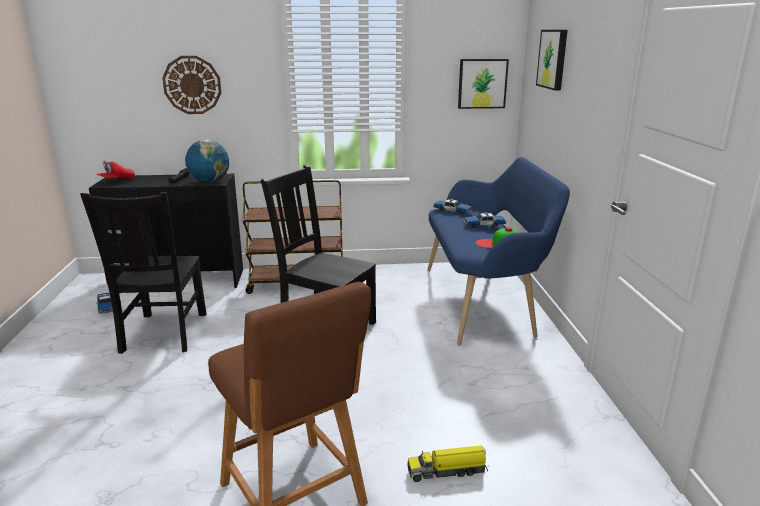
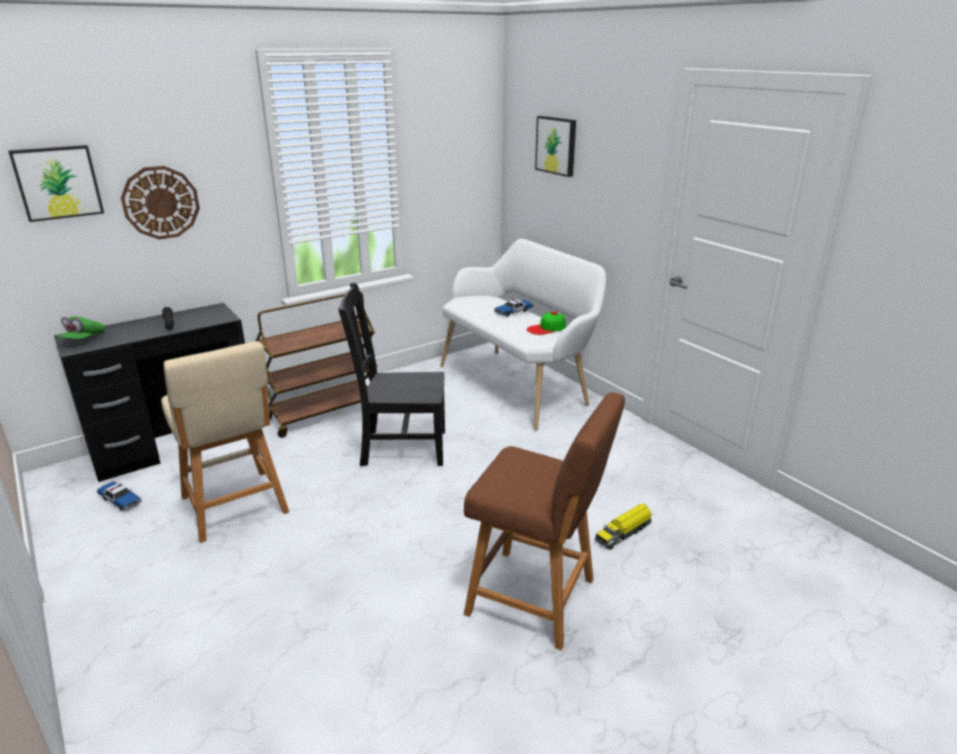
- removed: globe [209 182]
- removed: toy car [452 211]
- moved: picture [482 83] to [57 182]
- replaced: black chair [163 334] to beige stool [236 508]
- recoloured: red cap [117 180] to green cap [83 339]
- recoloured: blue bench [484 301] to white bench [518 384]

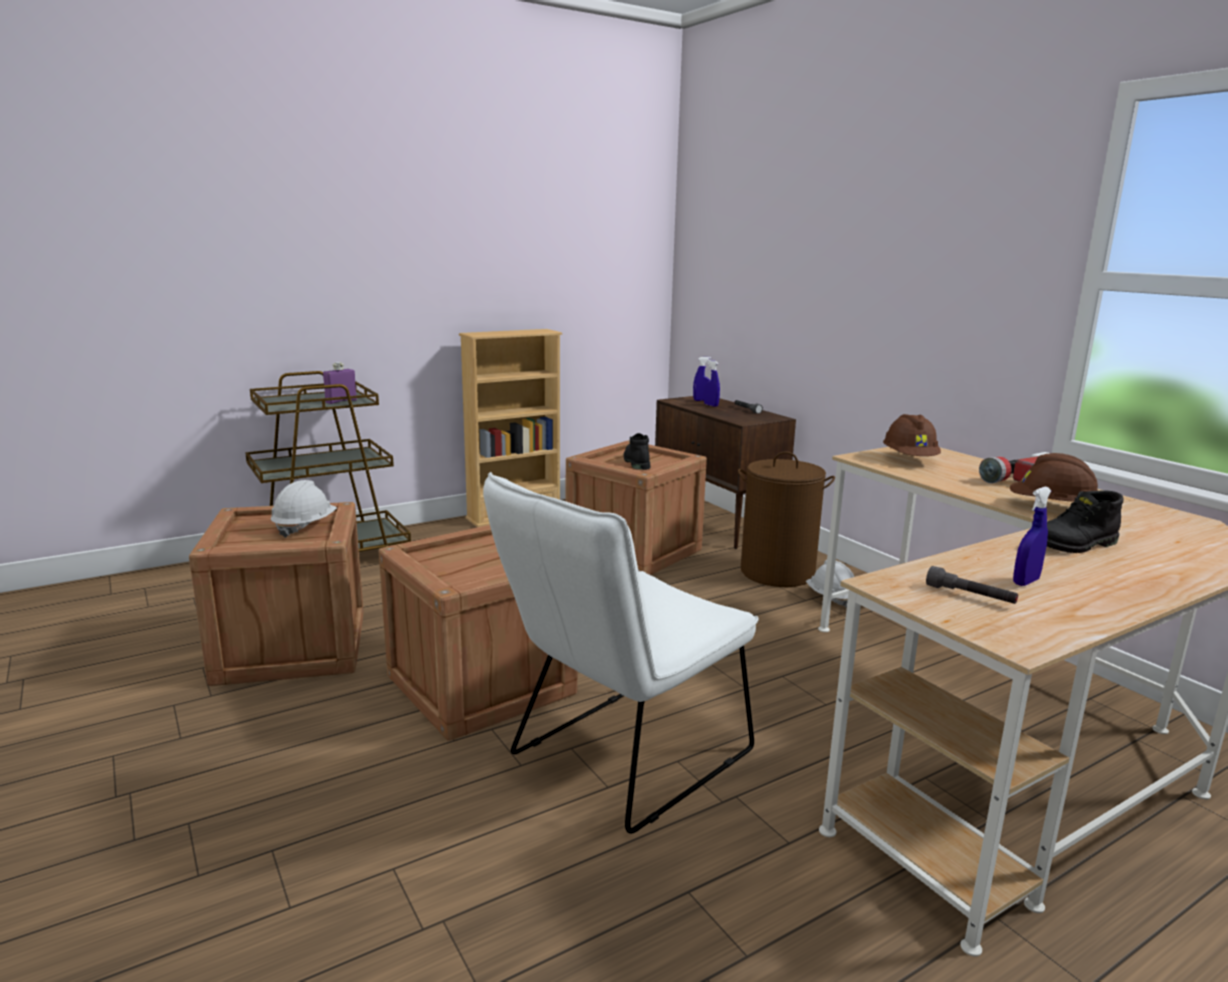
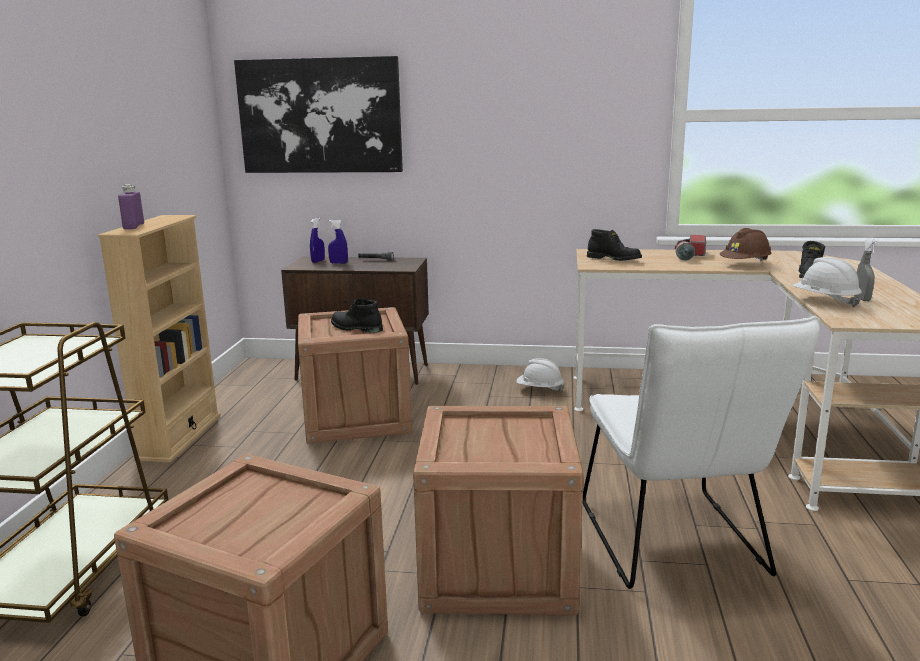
- removed: brown laundry basket [778 572]
- removed: grey flashlight [970 596]
- added: picture [320 116]
- moved: white hard hat [304 527] to [824 301]
- moved: purple bottle [341 401] to [134 226]
- replaced: brown hard hat [909 459] to black boot [614 259]
- recoloured: blue spray bottle [1025 582] to grey spray bottle [862 299]

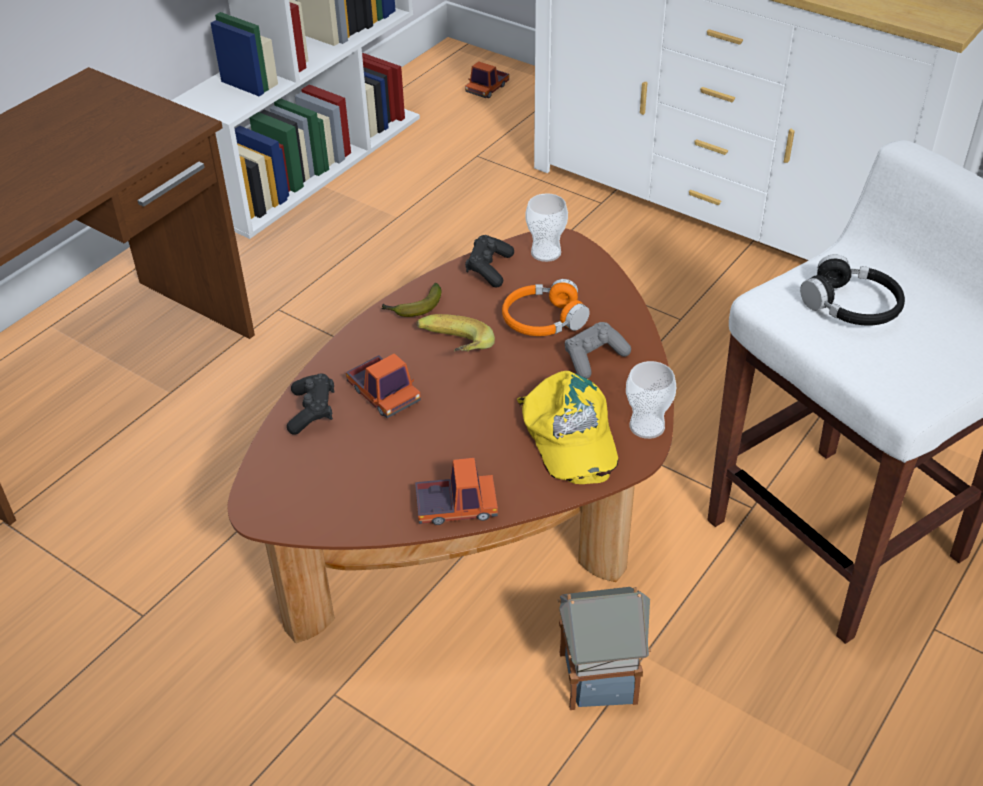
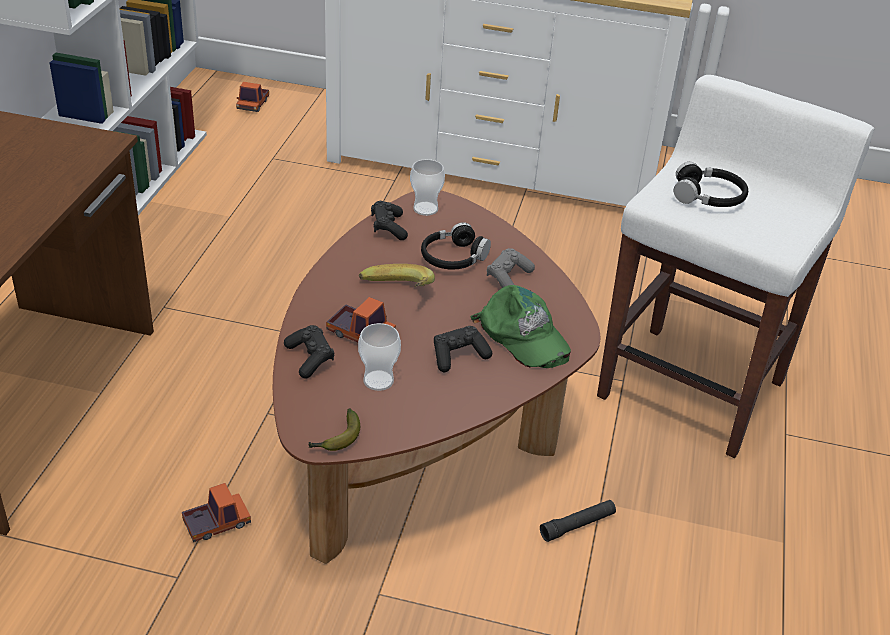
- added: black game controller [458 356]
- moved: banana [413 308] to [337 439]
- moved: toy truck [456 507] to [217 523]
- moved: cup [647 426] to [378 380]
- replaced: toy house [600 676] to black flashlight [577 525]
- recoloured: orange headphones [543 320] to black headphones [453 258]
- recoloured: yellow cap [569 436] to green cap [522 336]

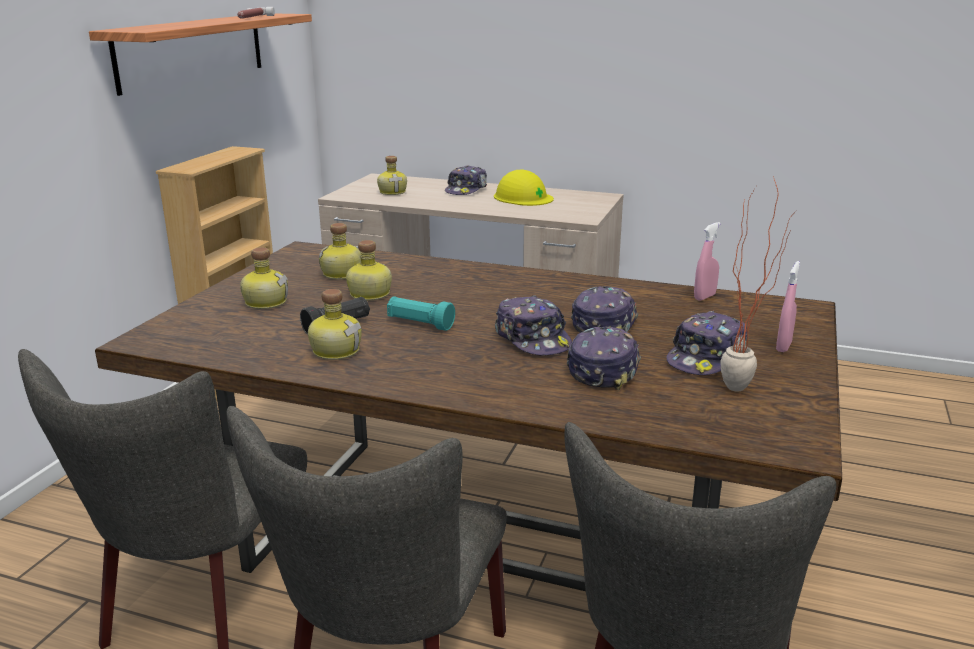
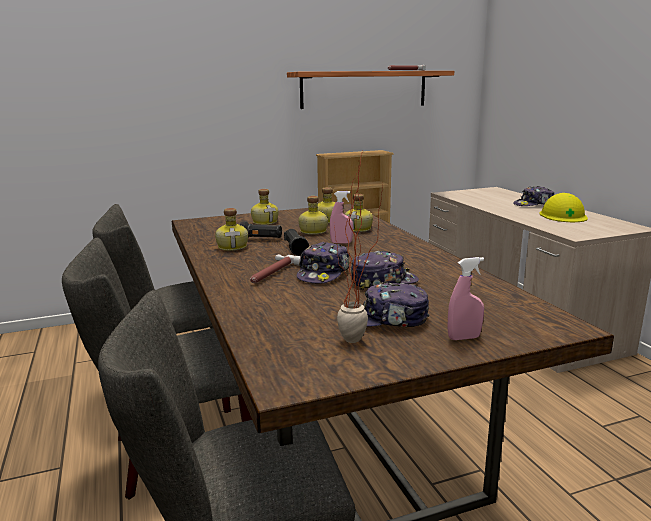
- removed: cap [603 369]
- added: hammer [272 273]
- moved: bottle [393 192] to [359 229]
- moved: pink spray bottle [704 297] to [341 243]
- recoloured: turquoise flashlight [420 324] to black flashlight [295 249]

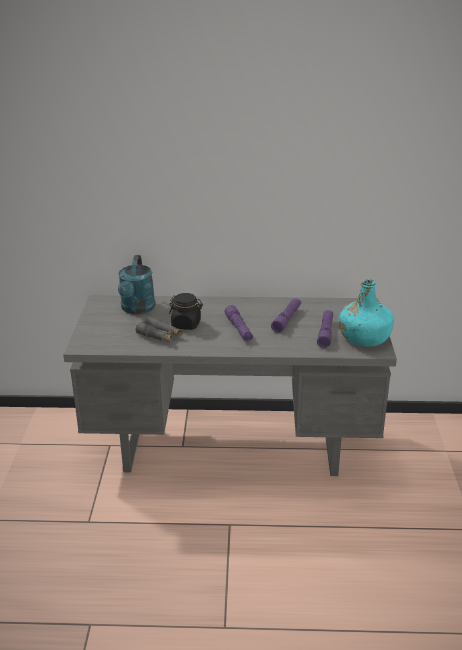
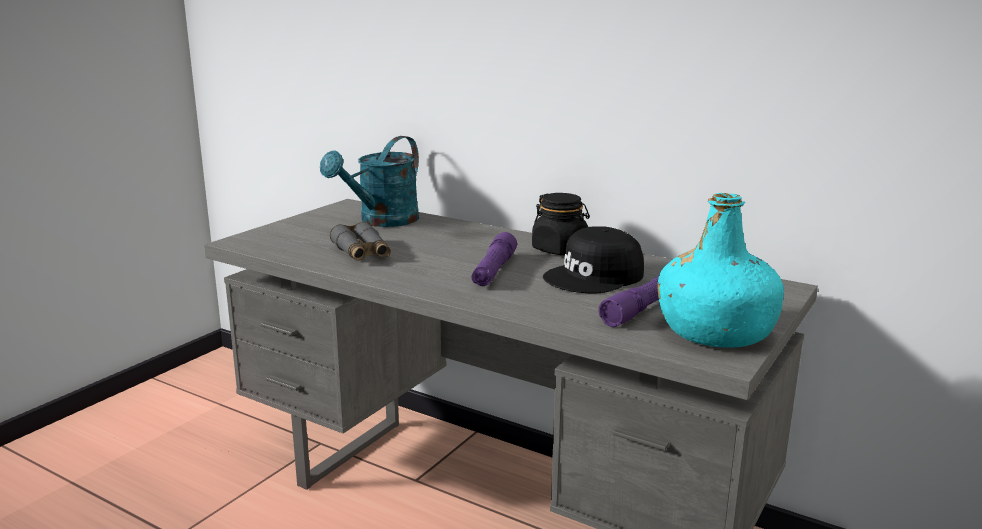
- moved: black jar [186 324] to [560 249]
- replaced: purple flashlight [287 319] to black cap [595 277]

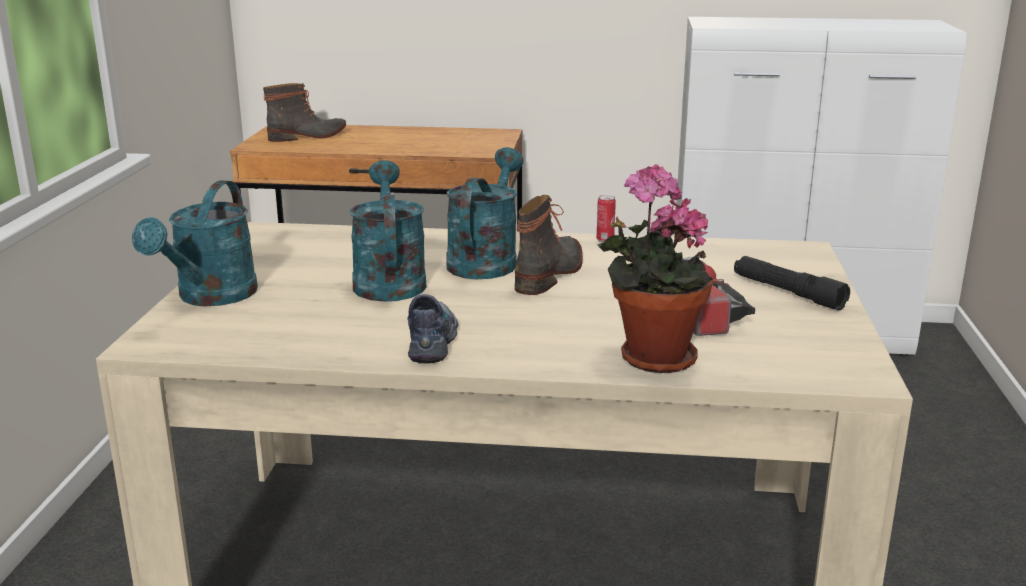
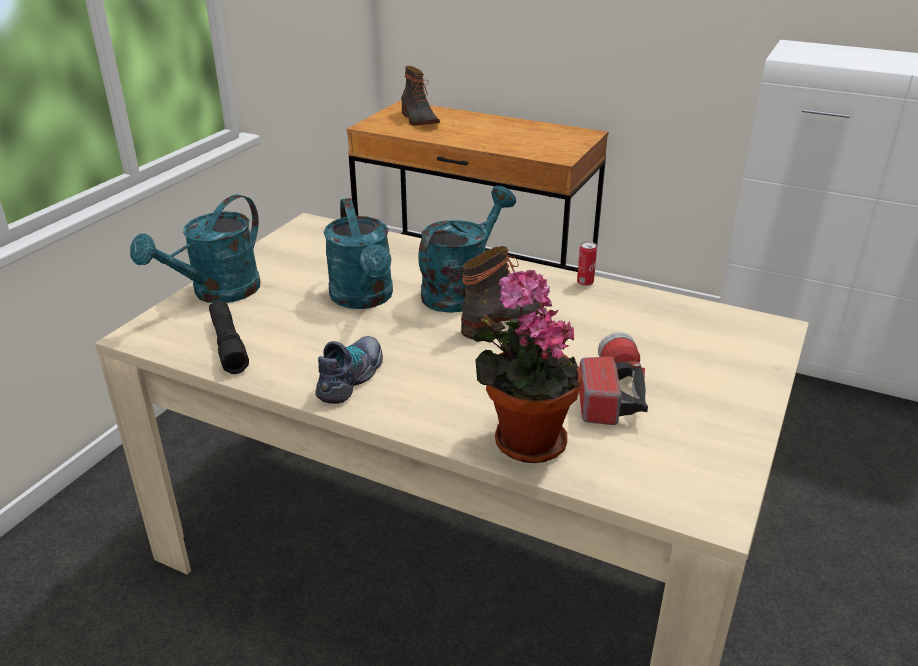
- moved: black flashlight [788 292] to [228 344]
- turned: boot [308 136] = [418 119] 75 degrees clockwise
- turned: turquoise watering can [388 280] = [364 299] 150 degrees clockwise

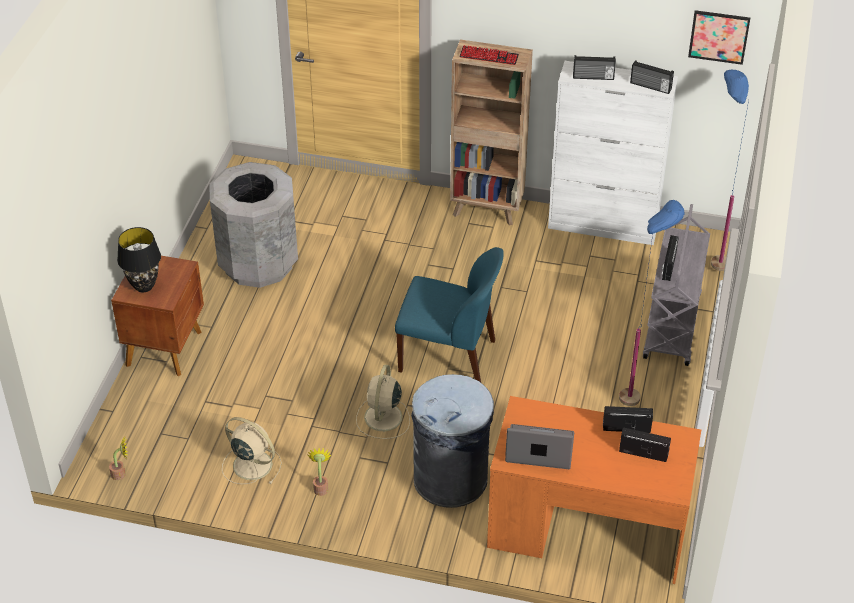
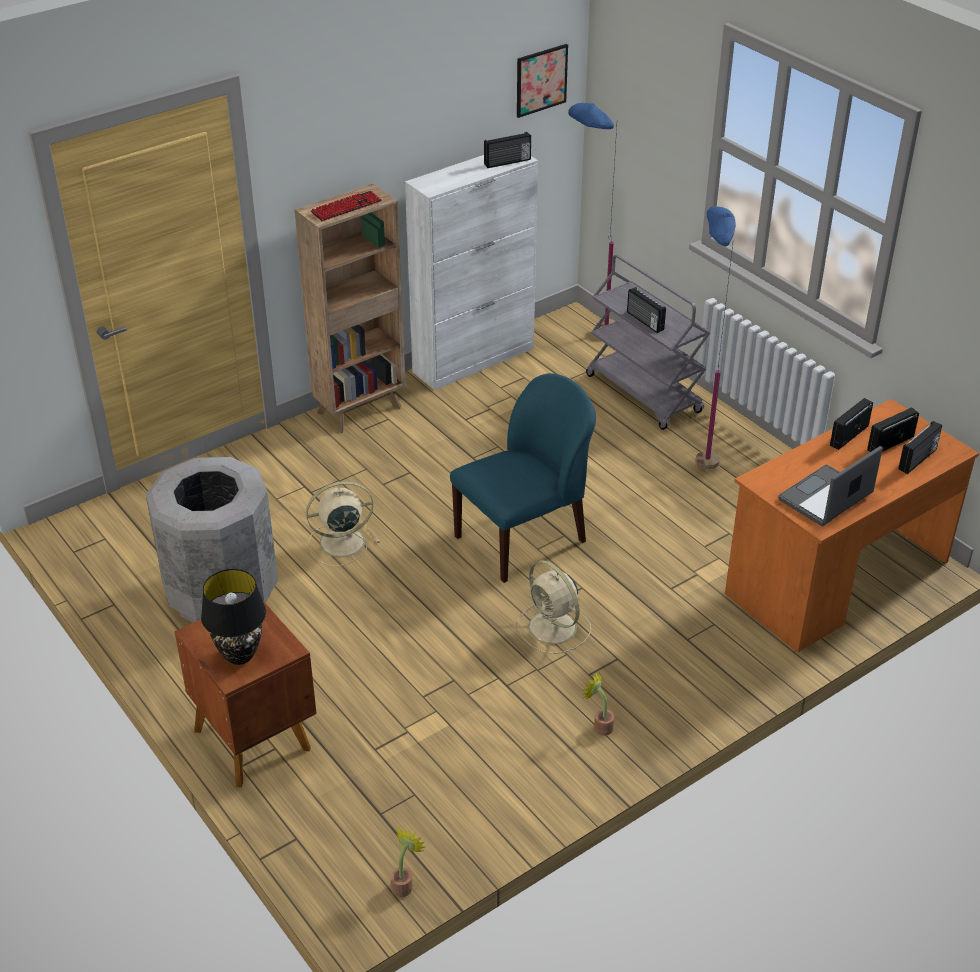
- removed: grey trash can [451 479]
- moved: beige fan [251 464] to [340 543]
- moved: radio [593 77] to [918 460]

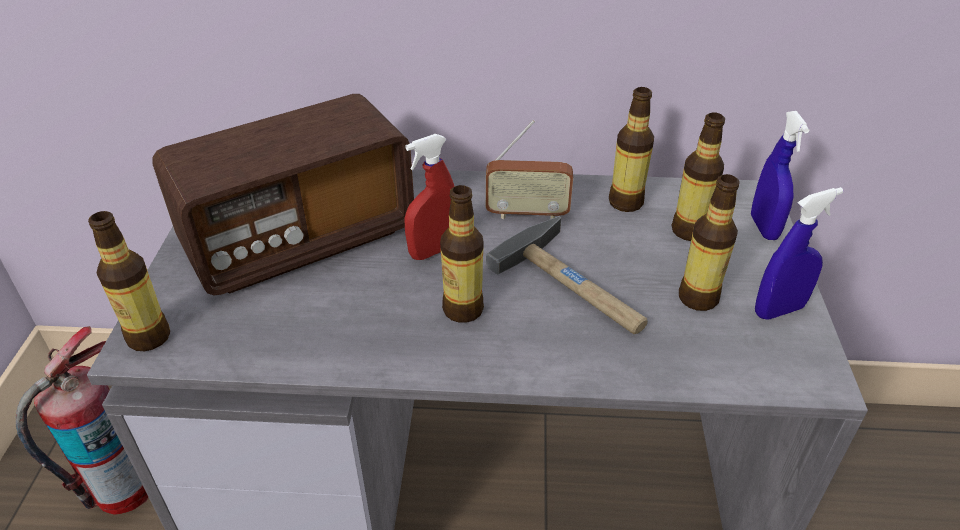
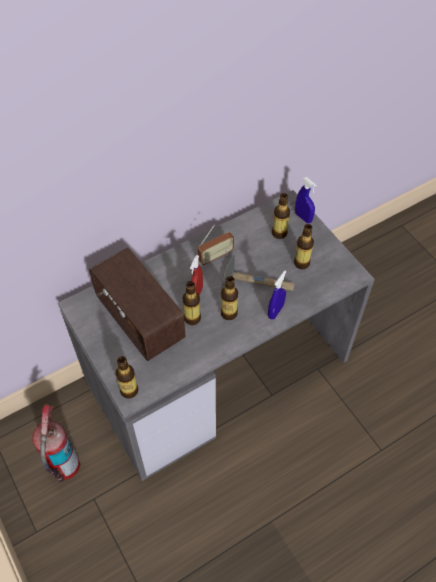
- moved: bottle [625 202] to [192 318]
- moved: blue spray bottle [779 310] to [275 311]
- turned: radio [300 239] = [140 318] 120 degrees clockwise

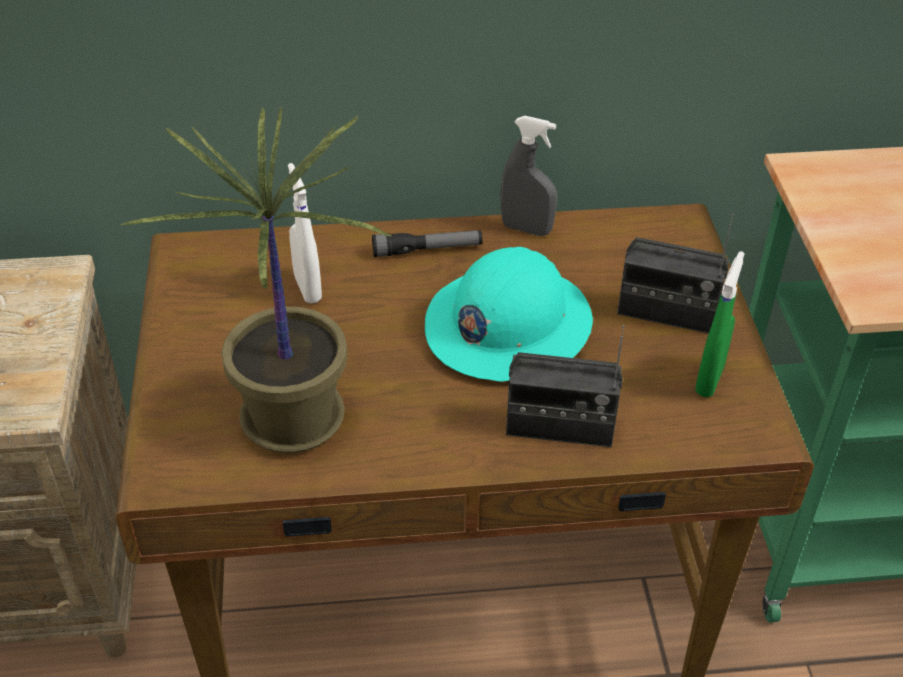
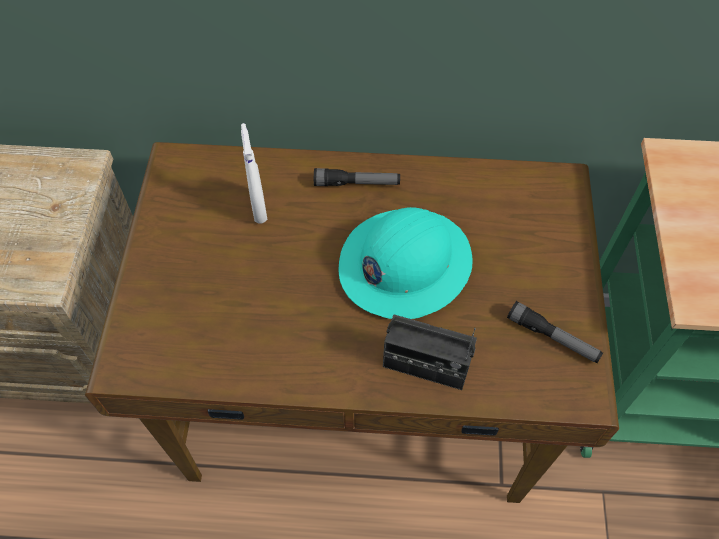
- removed: potted plant [295 423]
- removed: grey spray bottle [526 229]
- removed: radio [667 313]
- replaced: green spray bottle [709 380] to flashlight [553 337]

